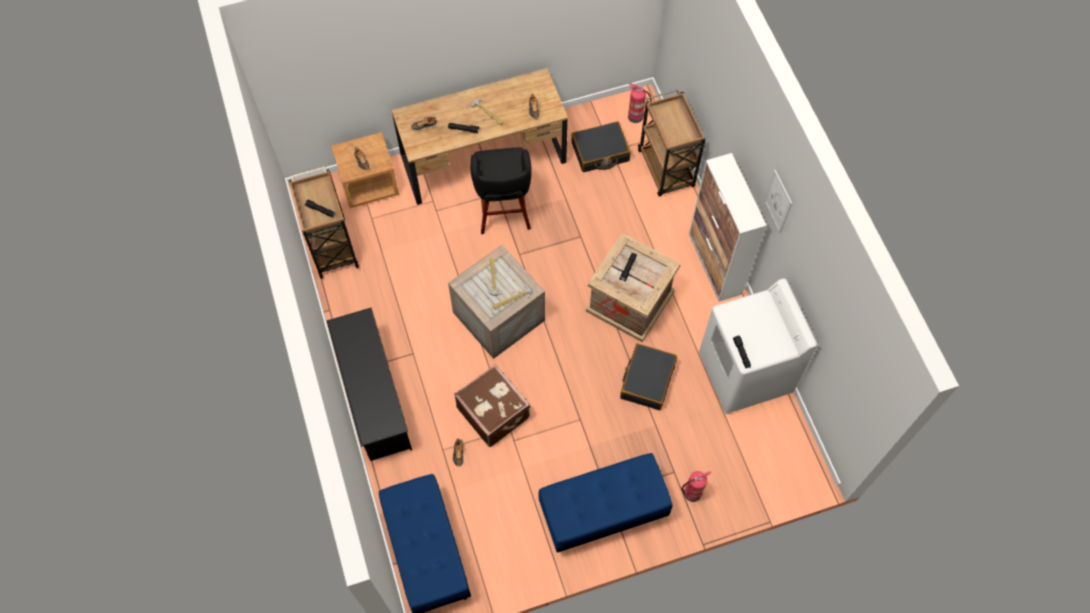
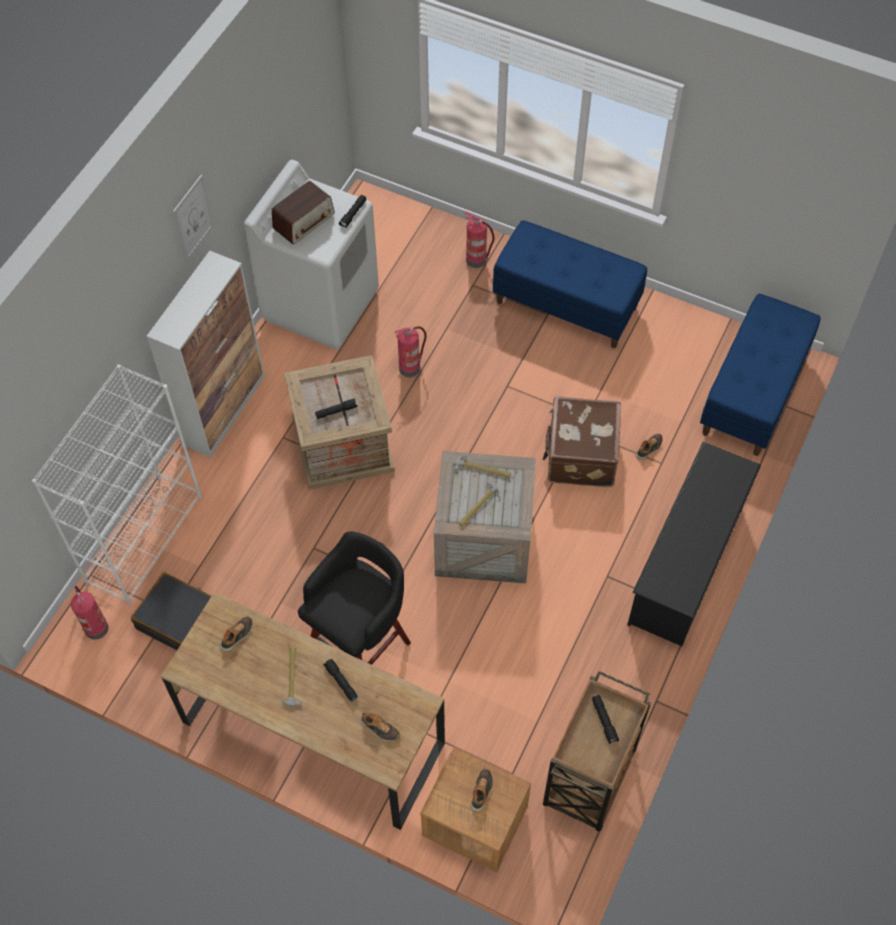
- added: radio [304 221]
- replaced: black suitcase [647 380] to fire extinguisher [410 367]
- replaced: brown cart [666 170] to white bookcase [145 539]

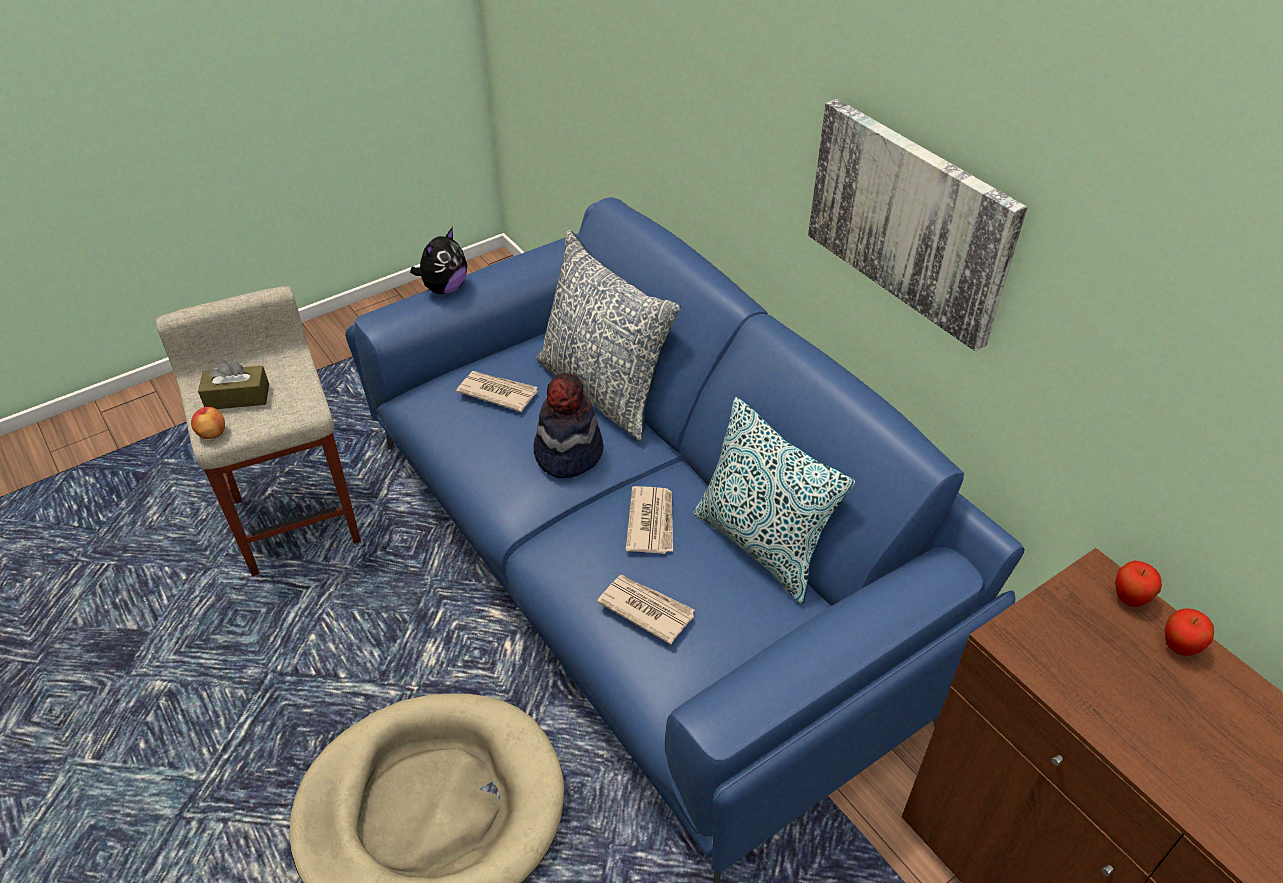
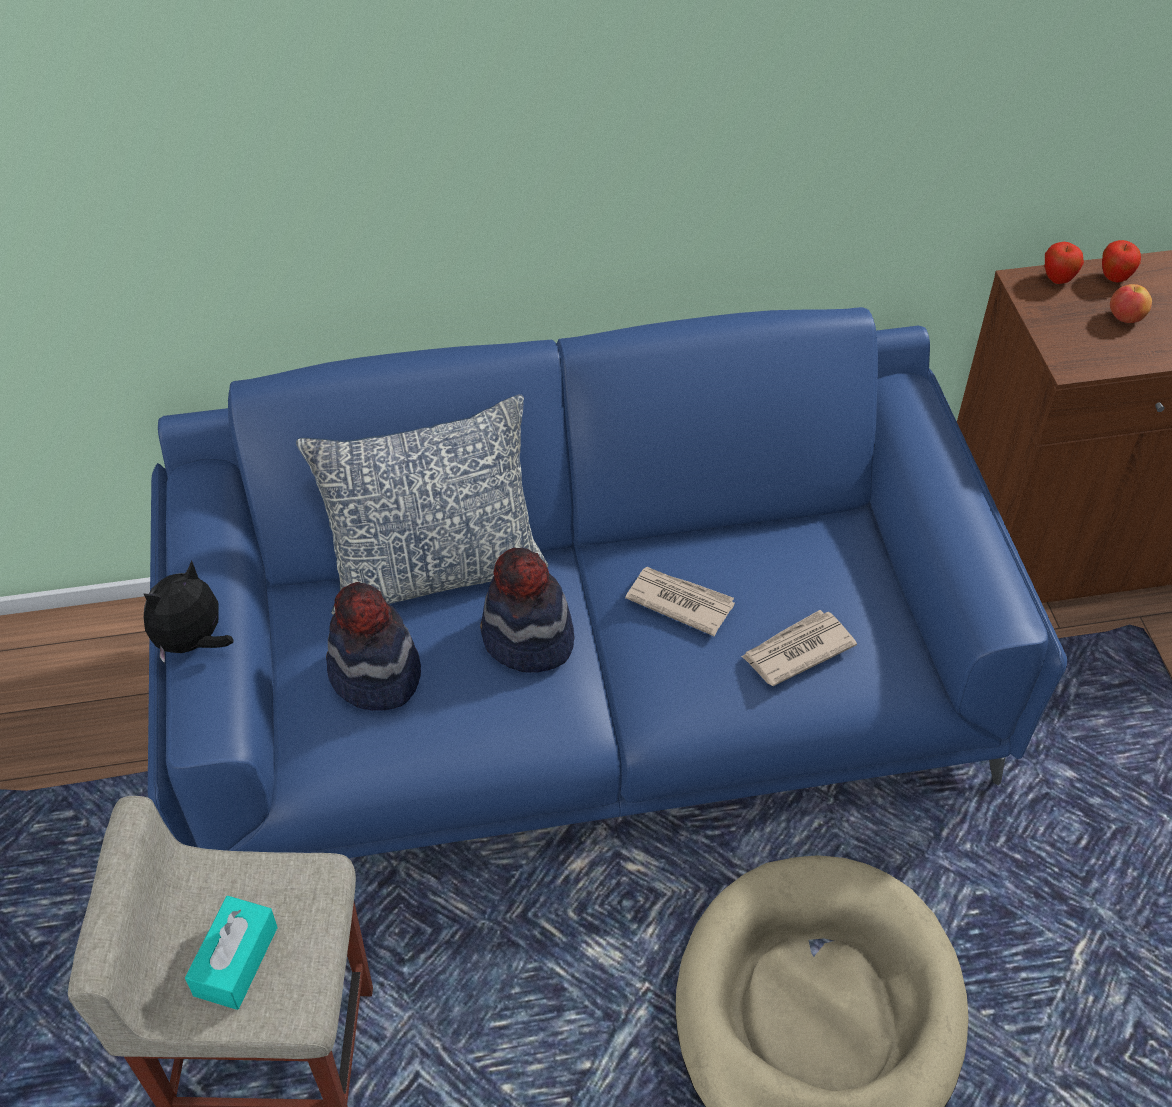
- removed: pillow [761 546]
- removed: picture [910 220]
- moved: apple [212 433] to [1125 318]
- replaced: newspaper [497 392] to hat [375 675]
- recoloured: brown tissue box [237 397] to turquoise tissue box [236 961]
- turned: plush toy [444 288] = [192 642] 105 degrees counterclockwise

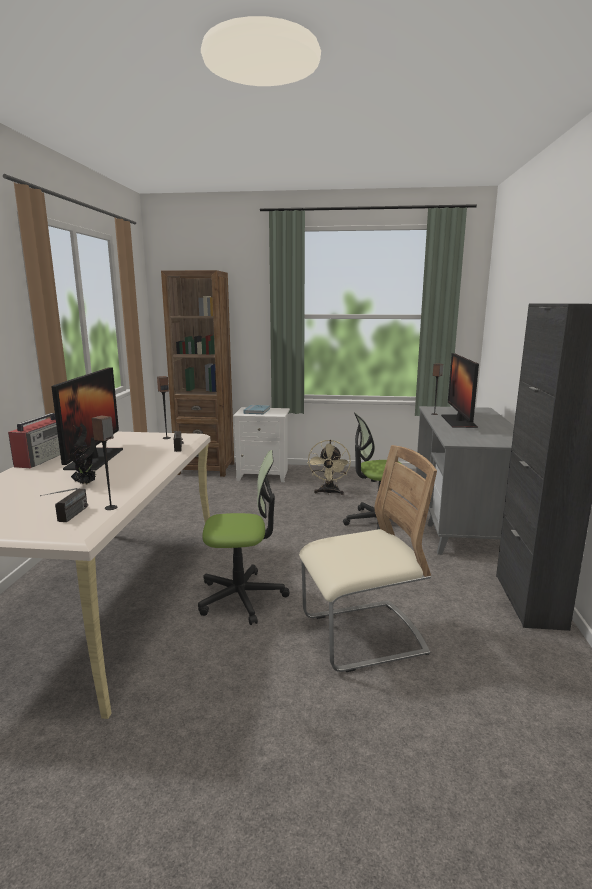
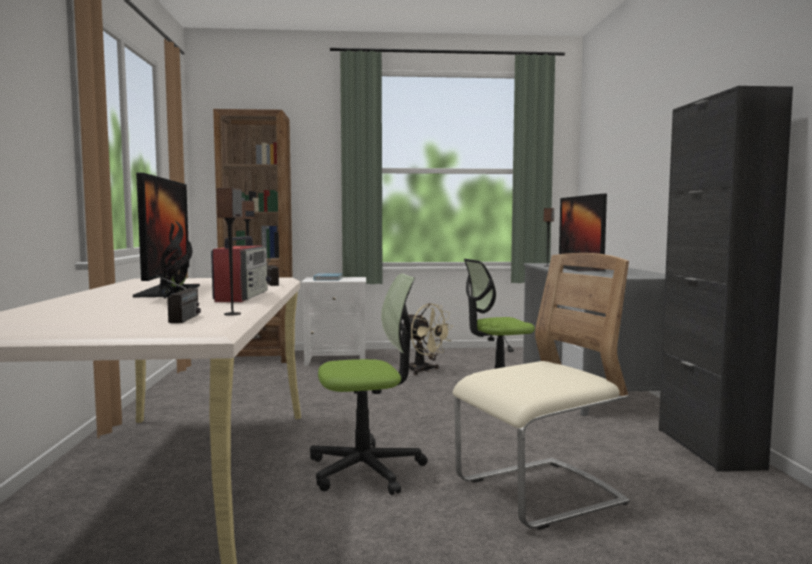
- moved: radio [43 458] to [242 296]
- turned: beige fan [328 492] = [424 371] 45 degrees counterclockwise

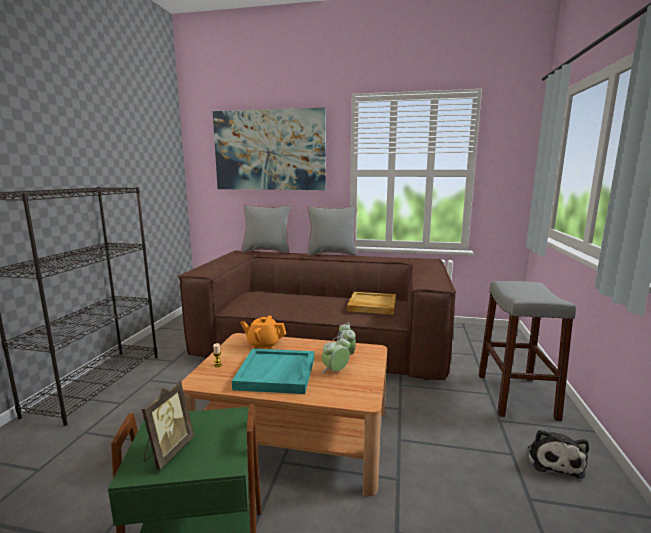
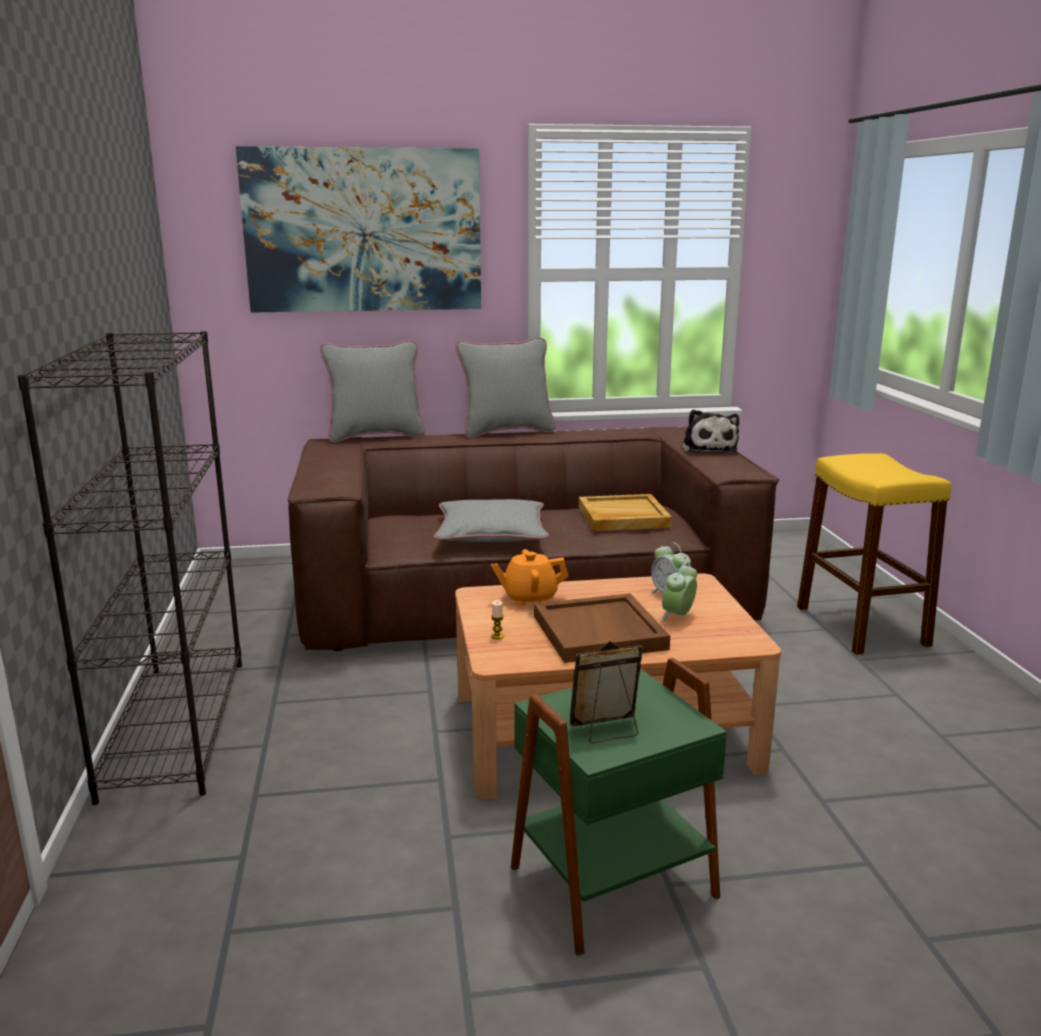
- added: grey pillow [491 533]
- moved: plush toy [554 460] to [708 448]
- recoloured: turquoise tray [276 374] to brown tray [600 633]
- recoloured: grey stool [515 396] to yellow stool [861 626]
- turned: picture frame [168 452] = [607 731] 105 degrees counterclockwise

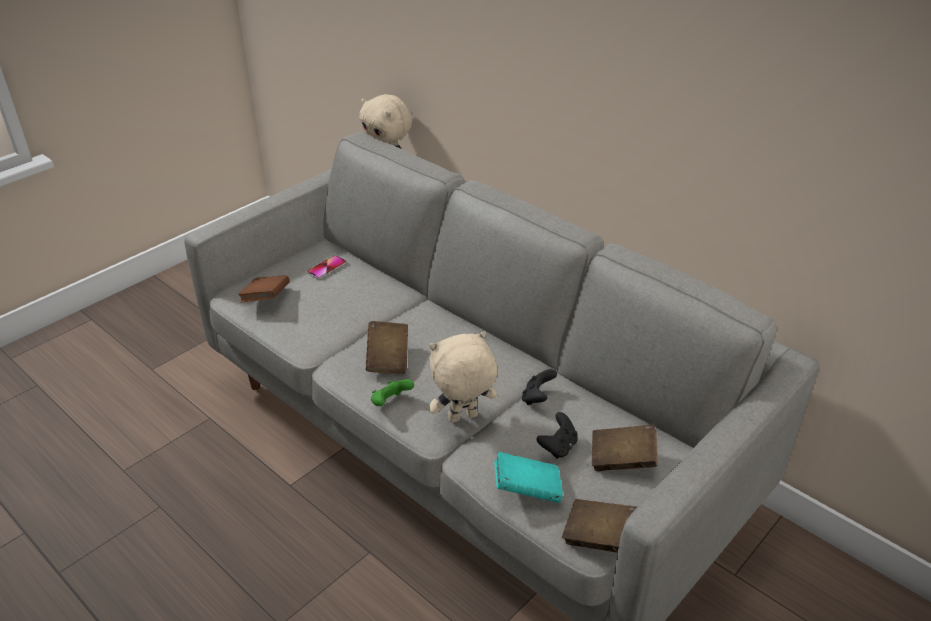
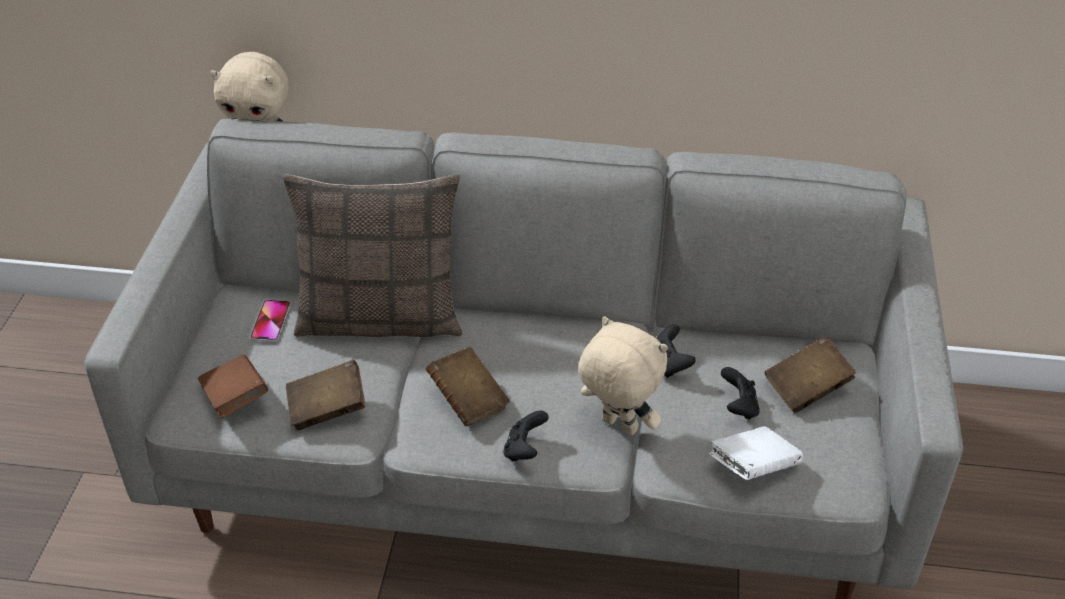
- added: pillow [381 318]
- moved: brown book [600 537] to [327 409]
- recoloured: green game controller [390 403] to black game controller [524 450]
- recoloured: turquoise book [527 489] to white book [753 467]
- turned: beige plush toy [463 418] = [617 426] 90 degrees clockwise

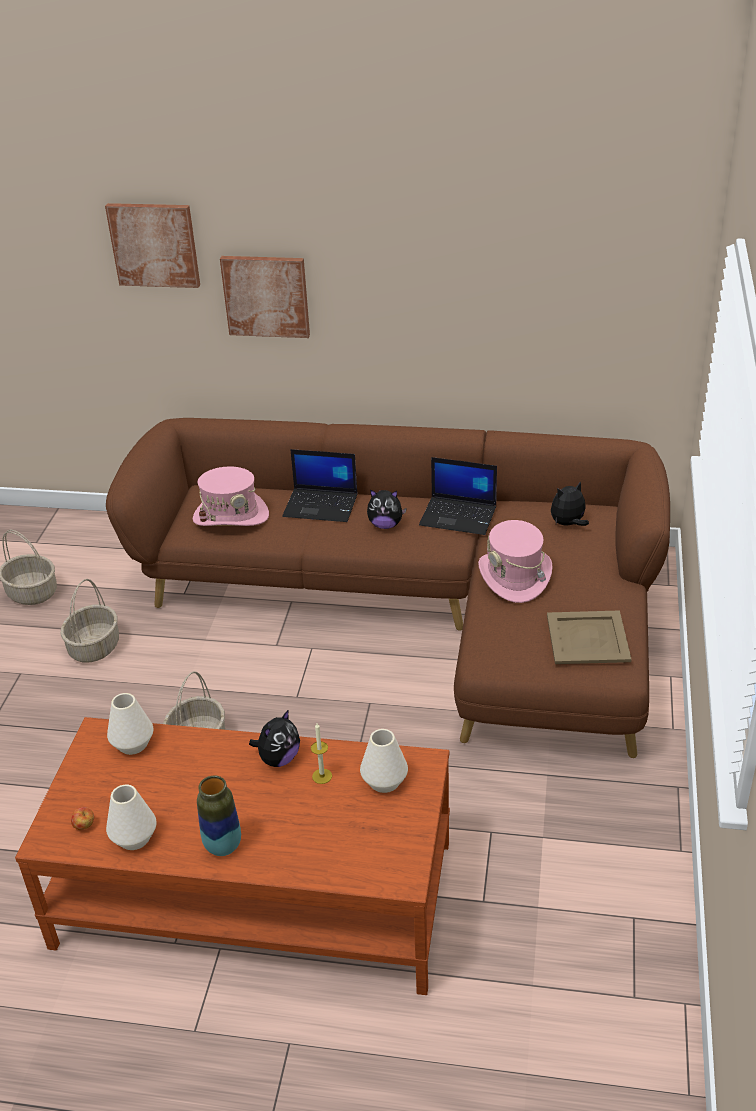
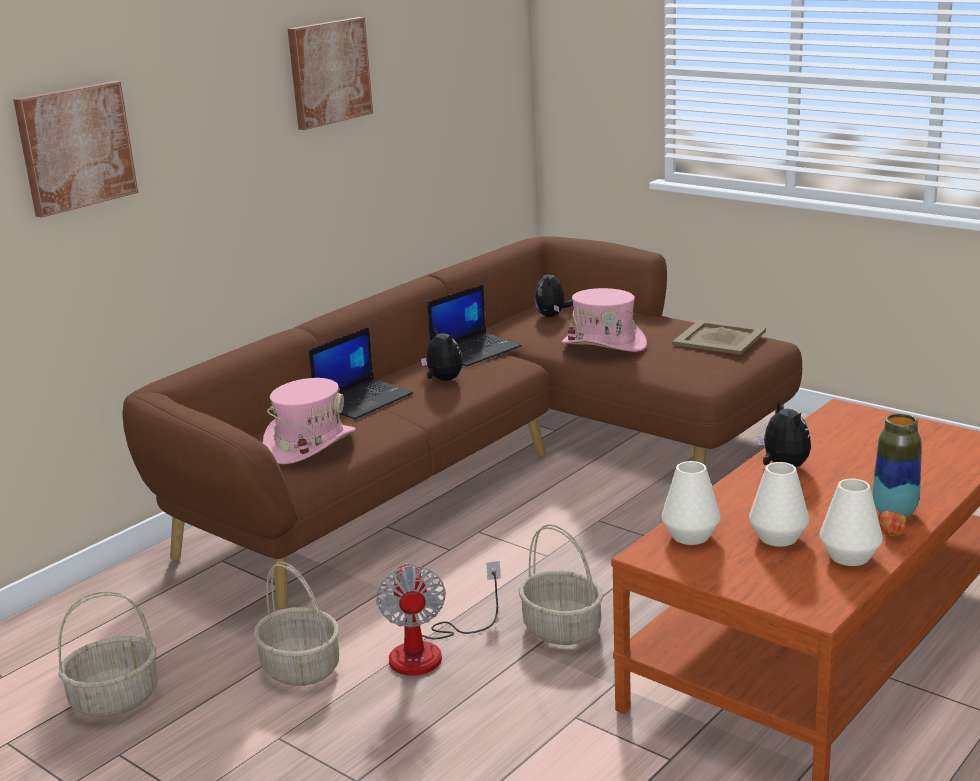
- removed: candle [322 776]
- added: fan [430 650]
- moved: apple [84 826] to [891 534]
- moved: picture [266 296] to [329 72]
- moved: white vase [384 781] to [778 537]
- turned: plush toy [385 525] = [443 380] 75 degrees counterclockwise

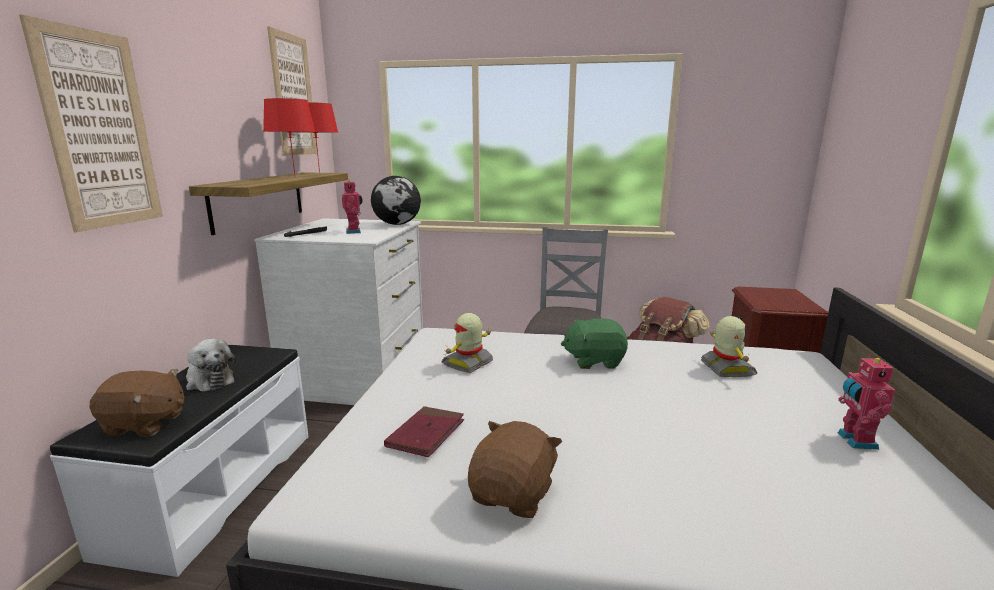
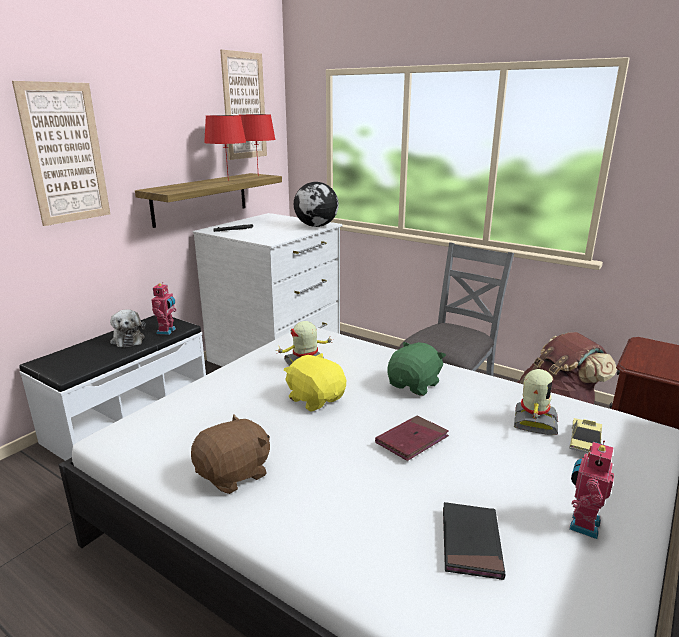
- removed: brown plush toy [145 424]
- added: yellow plush toy [315 399]
- added: black book [471 543]
- added: toy car [585 441]
- moved: toy robot [354 232] to [167 331]
- moved: red book [426 434] to [412 440]
- turned: green plush toy [594 361] = [414 385] 105 degrees clockwise

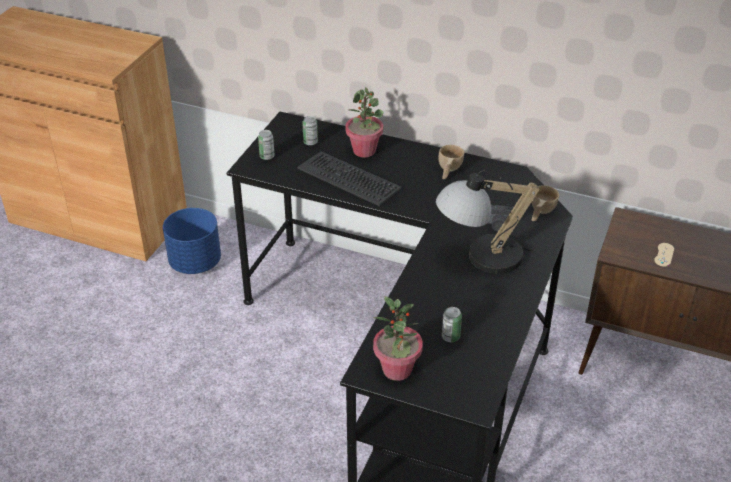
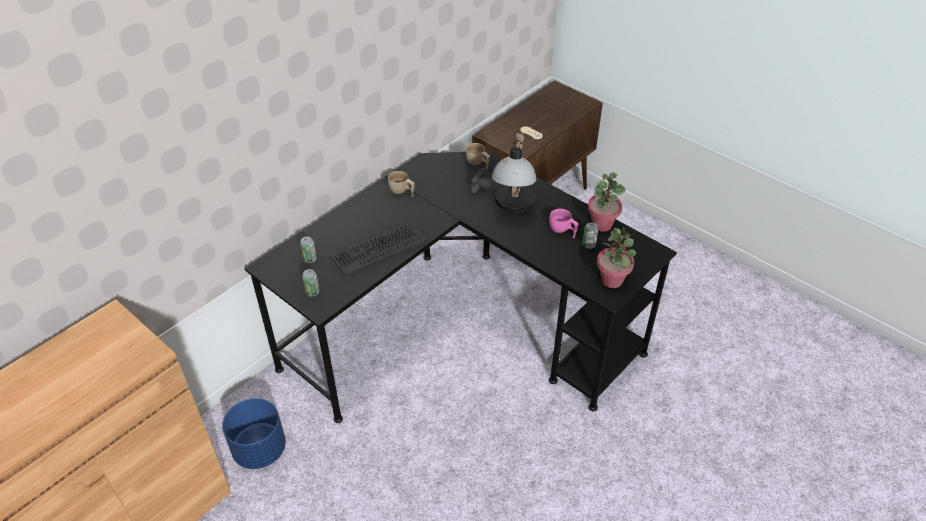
- added: pink cup [562 231]
- moved: potted plant [364 151] to [602 224]

